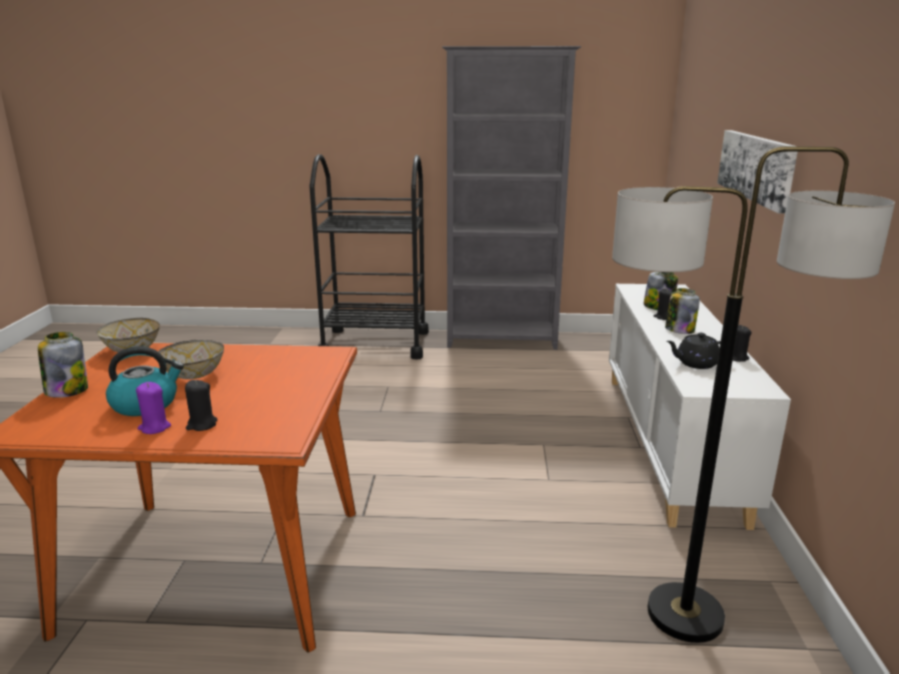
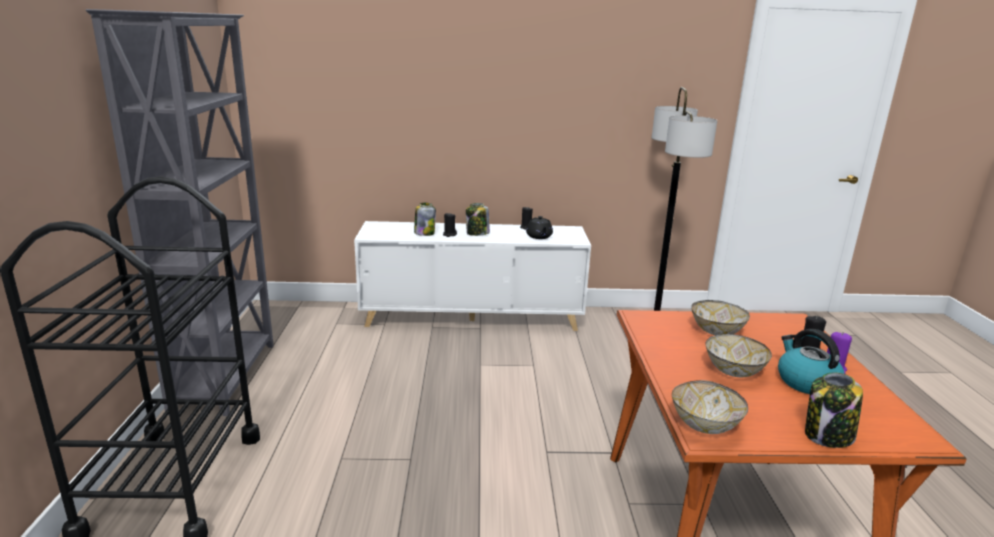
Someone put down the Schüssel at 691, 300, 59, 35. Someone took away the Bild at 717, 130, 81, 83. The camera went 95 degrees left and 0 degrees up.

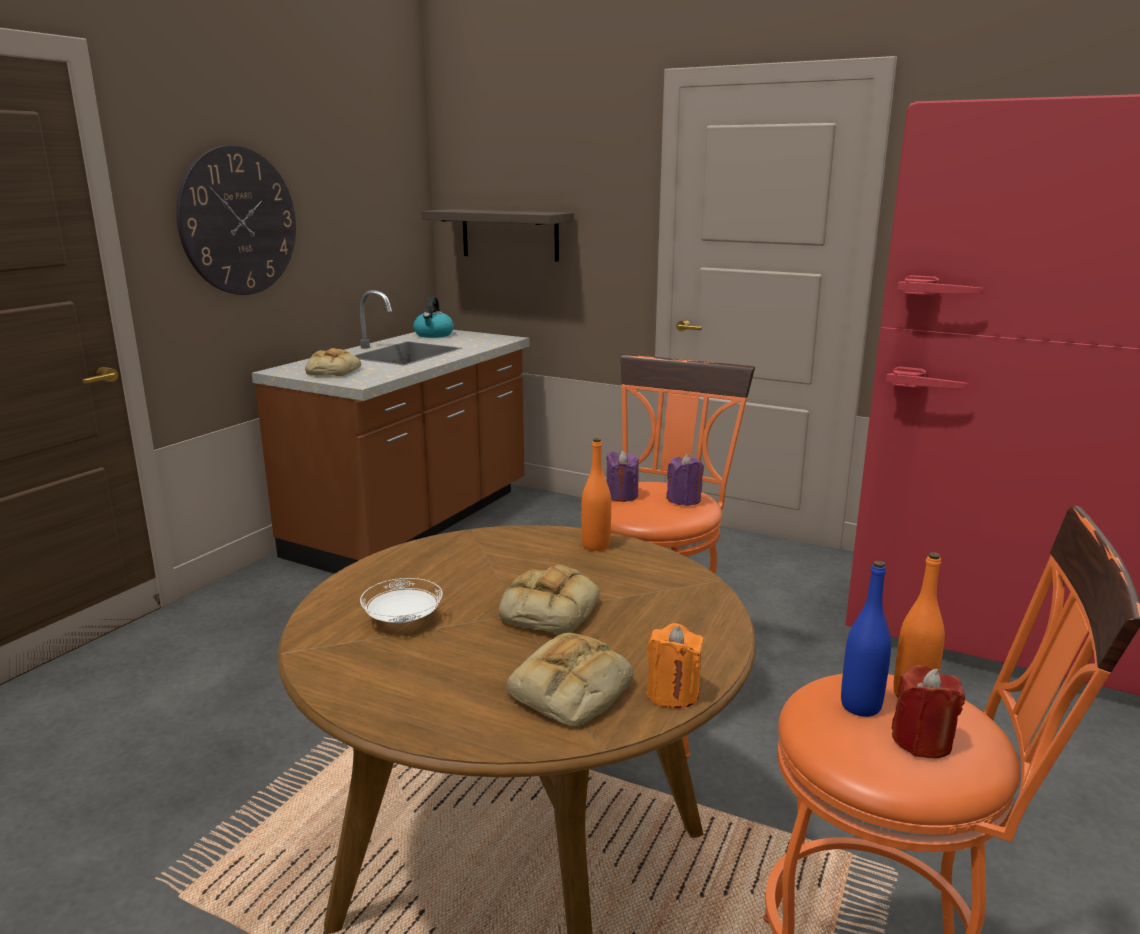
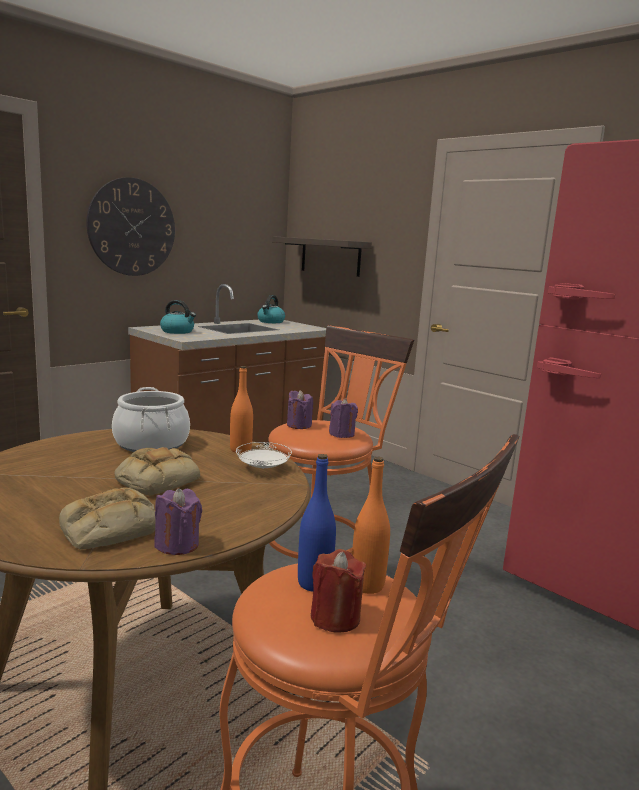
Someone put down the Kochtopf at 112, 387, 78, 65. Someone repainted the Kerze/orange at 647, 623, 57, 85, which became the Kerze/lila at 154, 488, 48, 67. Someone swapped the Brot at 305, 348, 56, 28 for the Wasserkessel at 160, 300, 36, 34. Someone carried the Teller/weiß from 360, 578, 83, 45 to 236, 442, 56, 27. The camera went 15 degrees right and 5 degrees down.

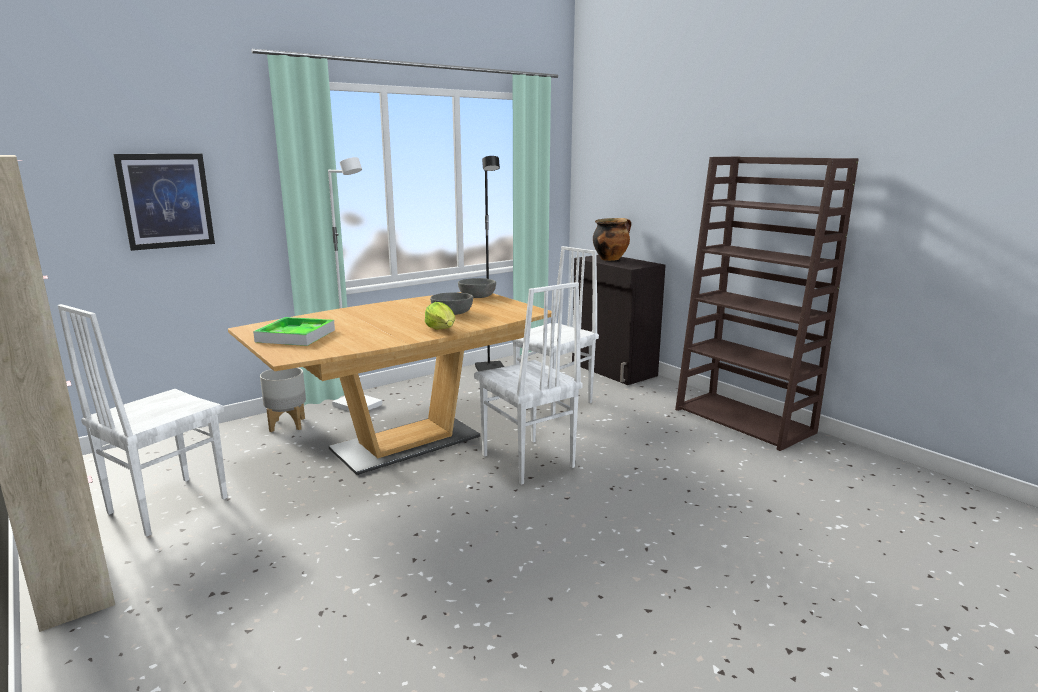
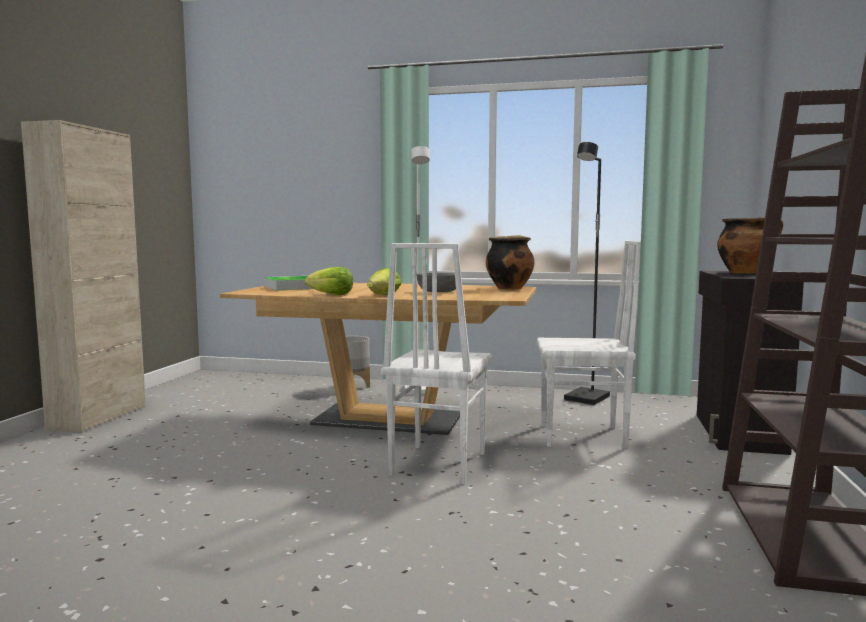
Someone put down the Salatkopf at 305, 267, 48, 28. Someone swapped the Schüssel/grau at 458, 278, 38, 20 for the Kochtopf at 486, 235, 48, 55. Someone took away the Stuhl/weiß at 58, 304, 170, 232. Someone took away the Bild at 113, 154, 102, 97. The camera went 50 degrees right and 10 degrees down.

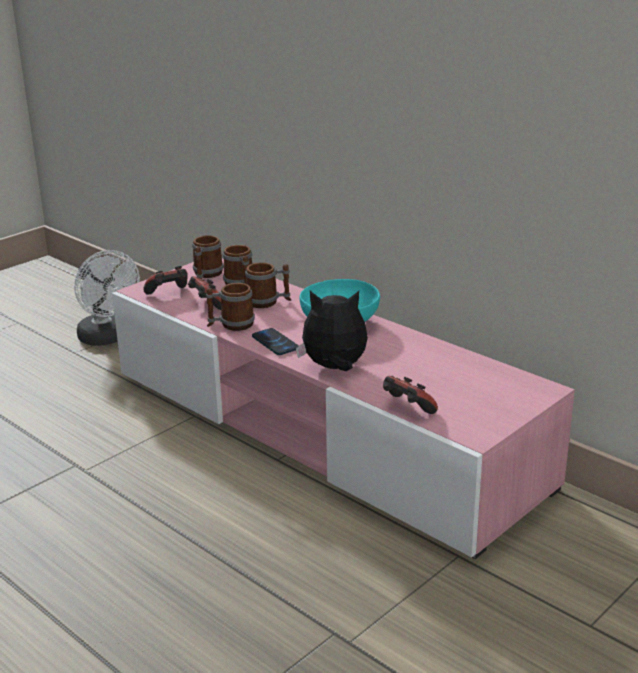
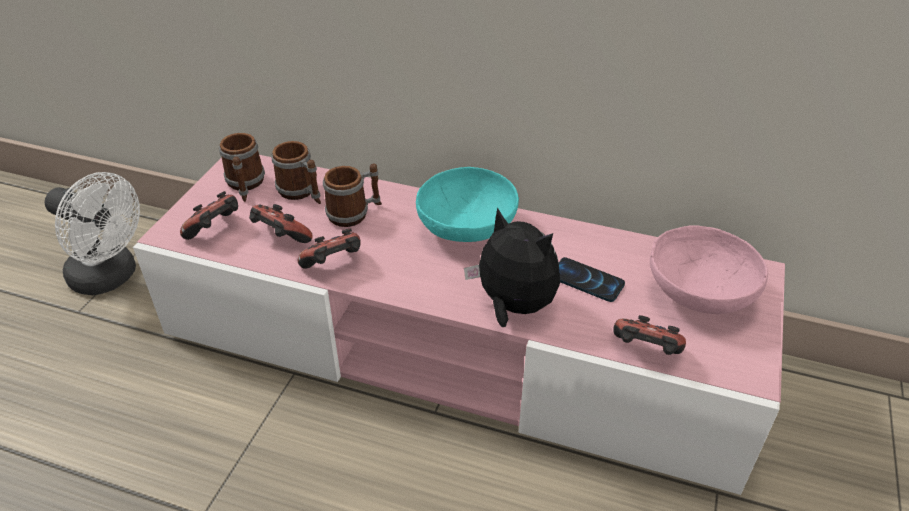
Someone swapped the Henkelbecher at 206, 283, 49, 48 for the Gamepad at 298, 228, 63, 41. Someone rotated the Plüschtier at 296, 291, 72, 80 by 60 degrees clockwise. Someone carried the Handy from 252, 328, 47, 27 to 559, 257, 66, 45. Someone put down the Schüssel/rosa at 650, 225, 118, 89. The camera went 25 degrees left and 15 degrees up.

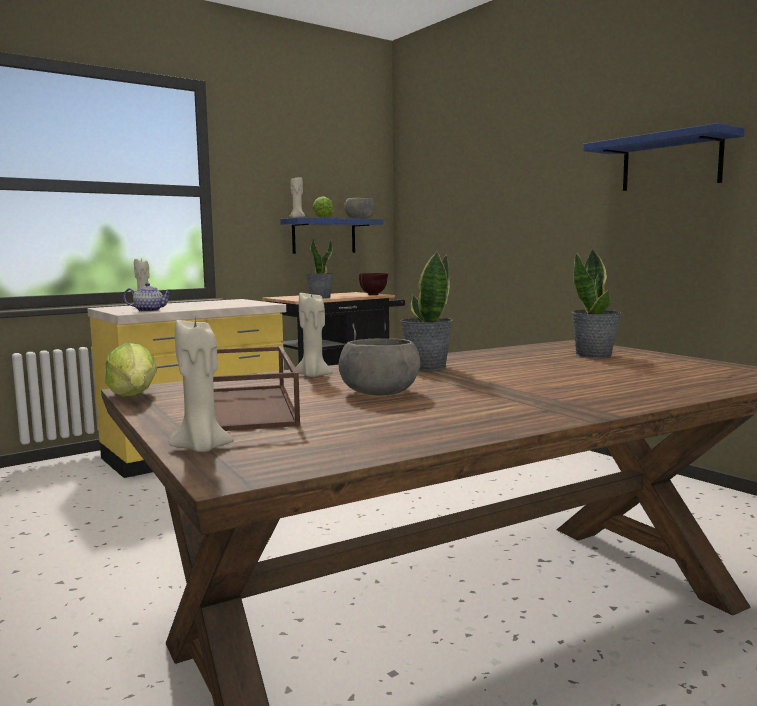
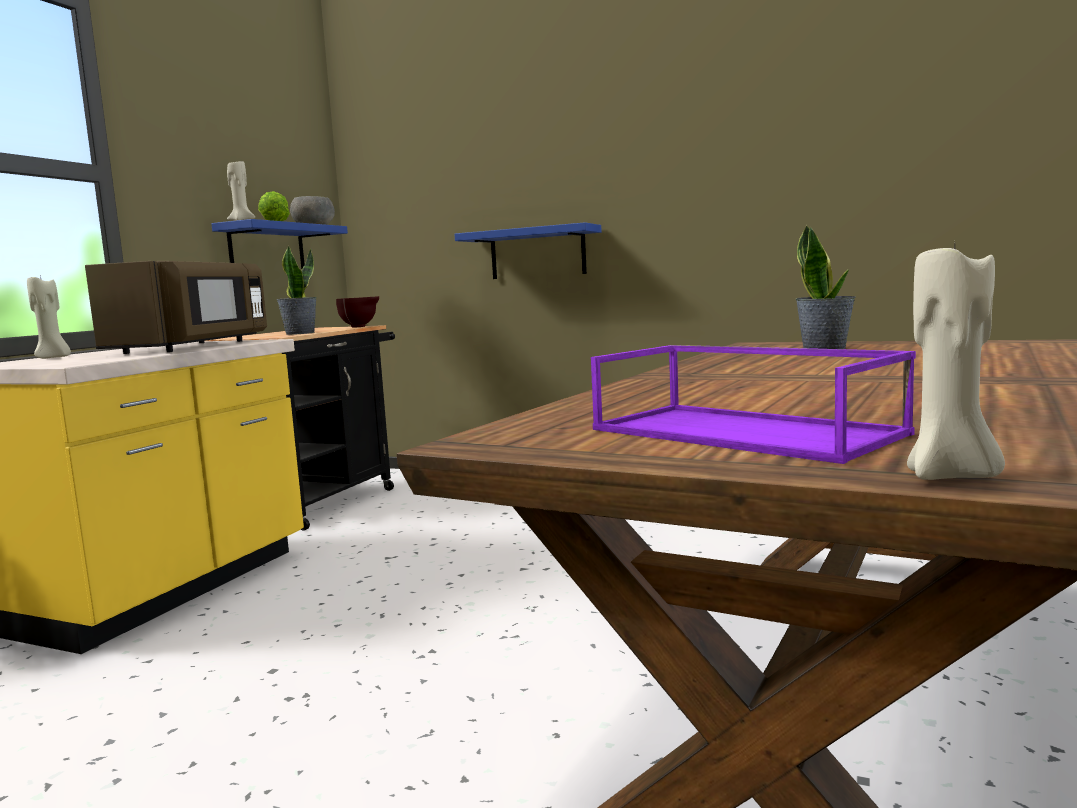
Someone put down the Mikrowelle/braun at 85, 261, 182, 93. Someone carried the Wandregal/blau from 583, 123, 162, 68 to 455, 222, 147, 57. Someone repainted the Tablett/braun at 213, 346, 87, 85, which became the Tablett/lila at 591, 345, 325, 119. Someone took away the Salatkopf at 105, 343, 52, 54. Someone took away the Teekanne at 123, 283, 49, 29. Someone took away the Kerze/beige at 296, 290, 37, 87. Someone took away the Schüssel/grau at 339, 338, 81, 57. Someone took away the Topfpflanze at 400, 251, 54, 119. The camera went 30 degrees left and 0 degrees up.

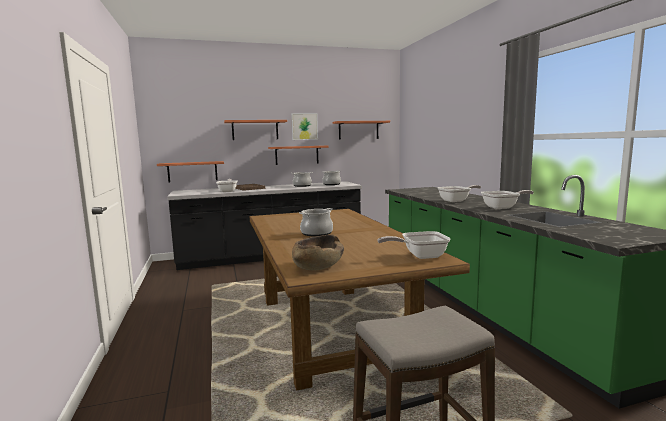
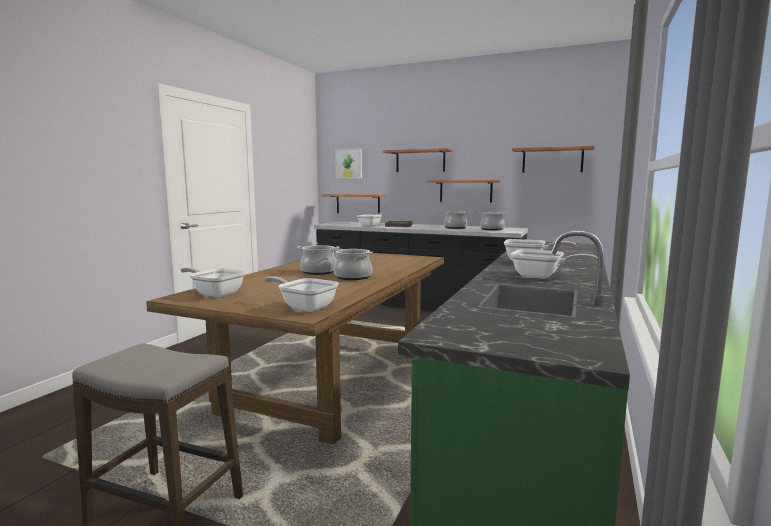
Someone swapped the Schüssel/braun at 292, 234, 52, 36 for the Pfanne at 180, 267, 66, 30. Someone put down the Kochtopf at 334, 248, 39, 32. Someone carried the Bild from 291, 113, 27, 27 to 335, 149, 27, 29. The camera went 40 degrees right and 0 degrees up.

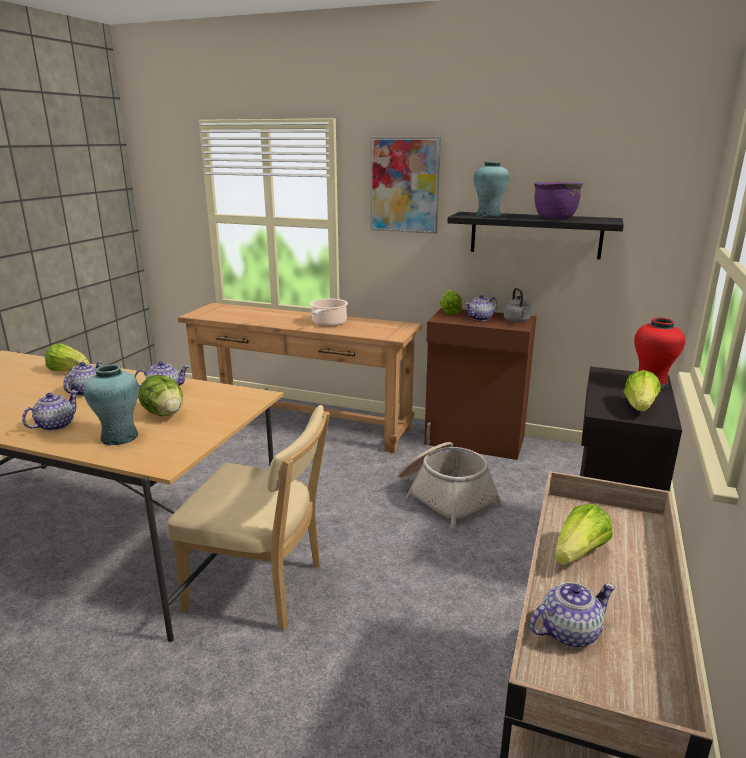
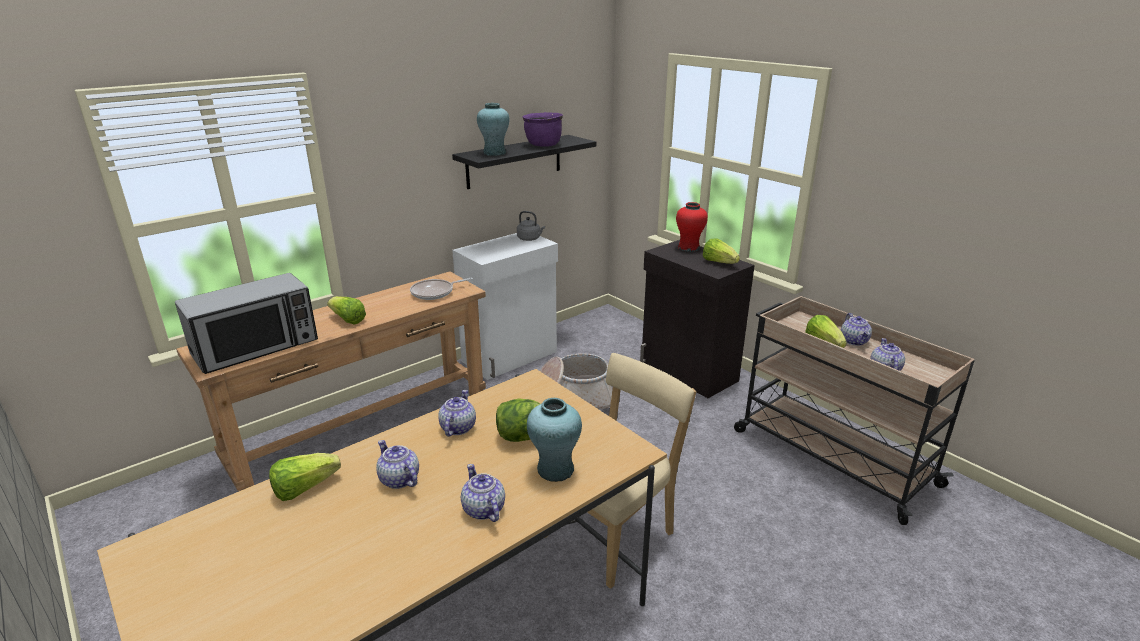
Someone put down the Mikrowelle at 175, 273, 143, 101. Someone carried the Salatkopf from 440, 290, 22, 25 to 327, 296, 39, 29. Someone put down the Pfanne at 410, 278, 63, 22. Someone repainted the Schrank/braun at 424, 307, 113, 153, which became the Schrank/weiß at 452, 233, 106, 147. Someone carried the Teekanne from 466, 295, 31, 26 to 841, 313, 31, 33. Someone took away the Kochtopf at 310, 299, 38, 28. Someone took away the Bild at 370, 137, 71, 97. The camera went 60 degrees left and 5 degrees up.

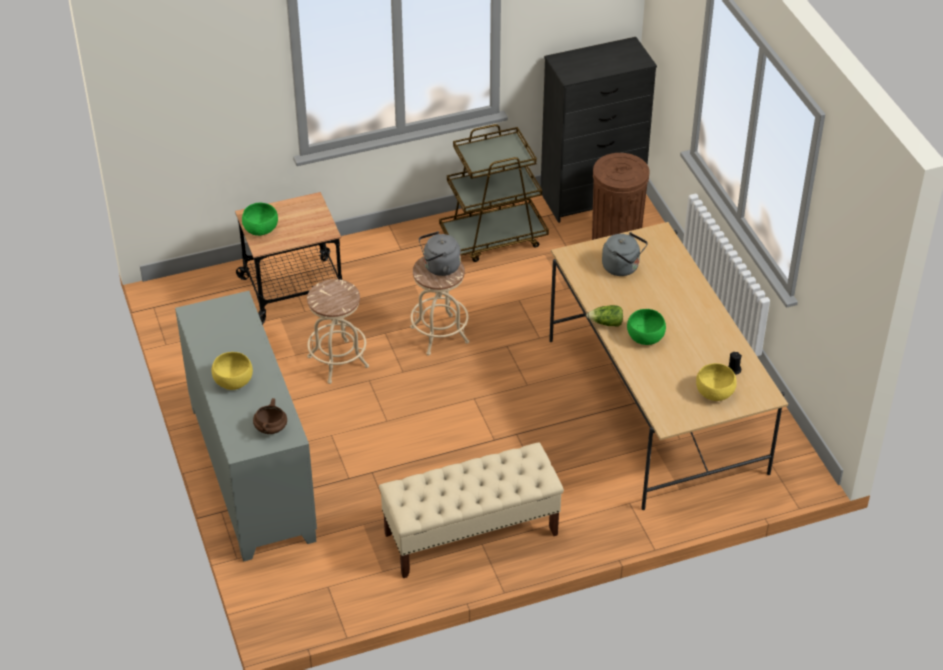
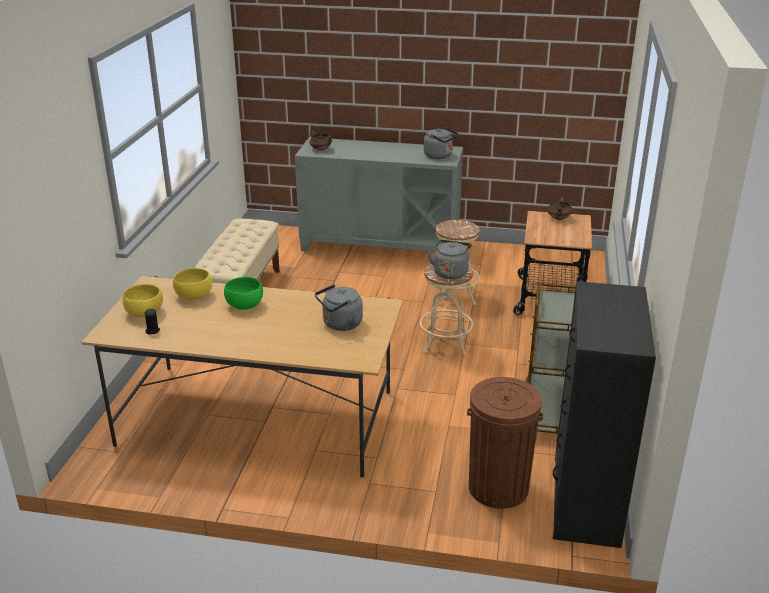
Someone carried the Schüssel/gelb from 212, 352, 41, 38 to 173, 268, 39, 32. Someone put down the Wasserkessel/grau at 424, 127, 35, 32. Someone swapped the Schüssel/grün at 242, 203, 36, 33 for the Kochtopf/braun at 547, 197, 26, 23. Someone took away the Salatkopf at 586, 305, 37, 22. The camera went 120 degrees right and 15 degrees down.

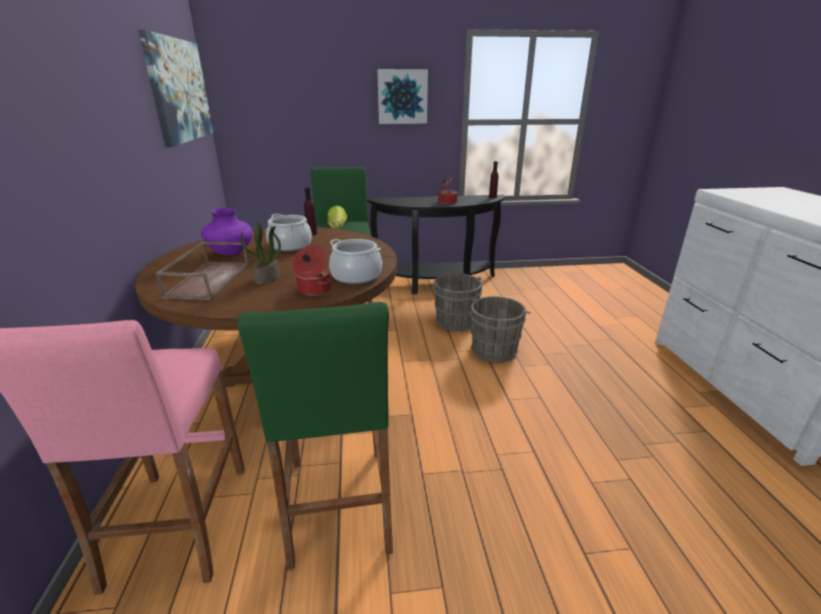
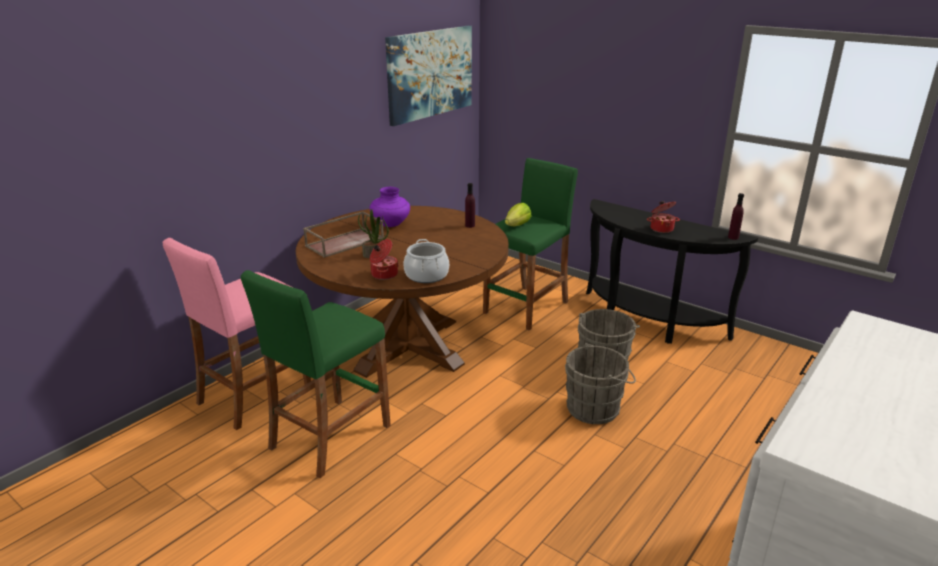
Someone took away the Kochtopf at 266, 214, 46, 38. Someone took away the Bild at 377, 69, 51, 55. The camera went 45 degrees right and 0 degrees up.

